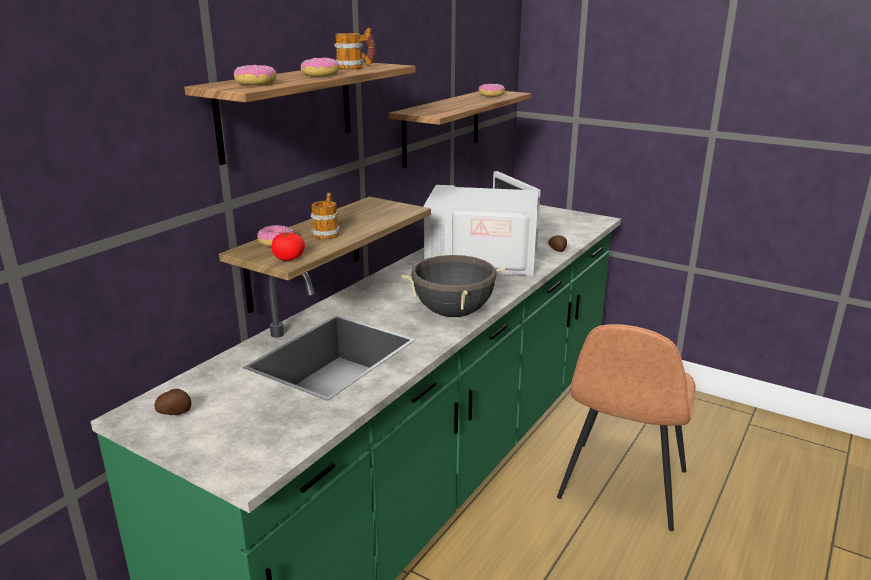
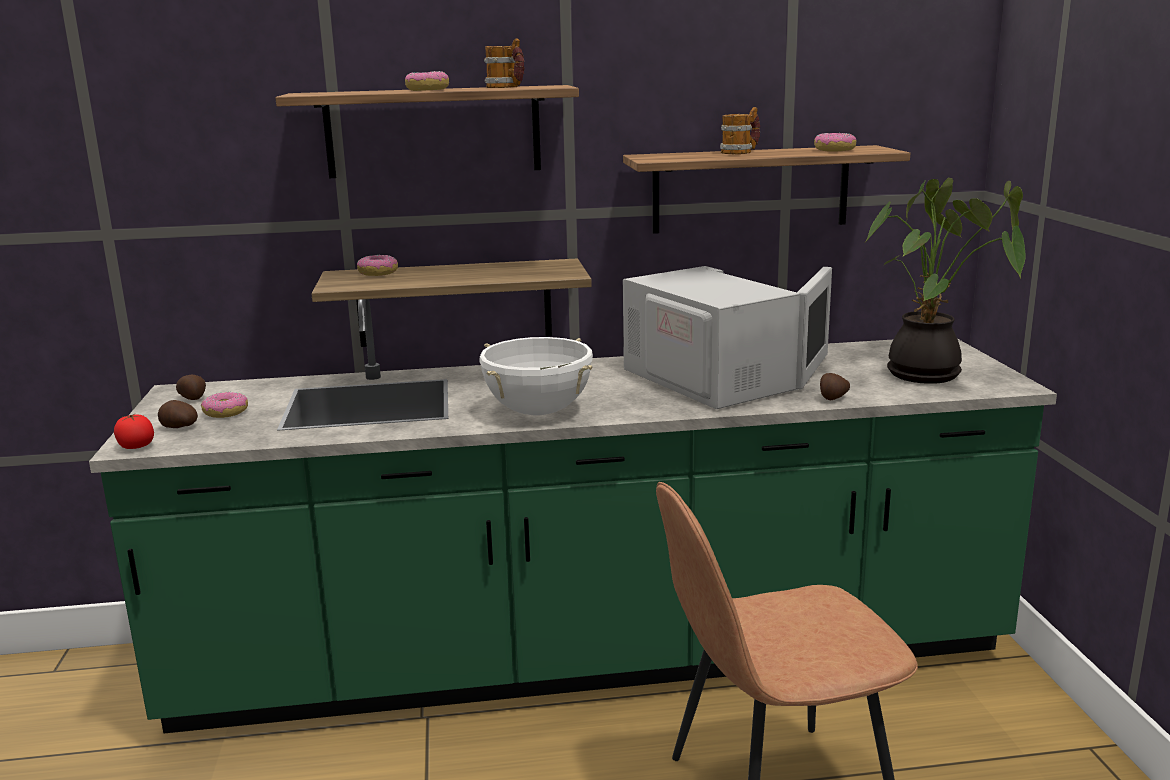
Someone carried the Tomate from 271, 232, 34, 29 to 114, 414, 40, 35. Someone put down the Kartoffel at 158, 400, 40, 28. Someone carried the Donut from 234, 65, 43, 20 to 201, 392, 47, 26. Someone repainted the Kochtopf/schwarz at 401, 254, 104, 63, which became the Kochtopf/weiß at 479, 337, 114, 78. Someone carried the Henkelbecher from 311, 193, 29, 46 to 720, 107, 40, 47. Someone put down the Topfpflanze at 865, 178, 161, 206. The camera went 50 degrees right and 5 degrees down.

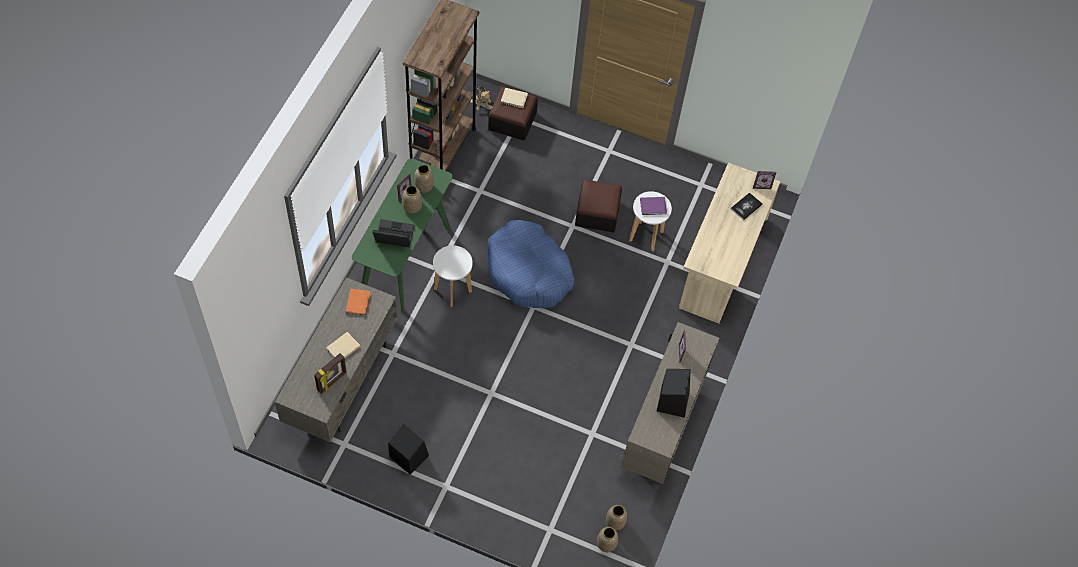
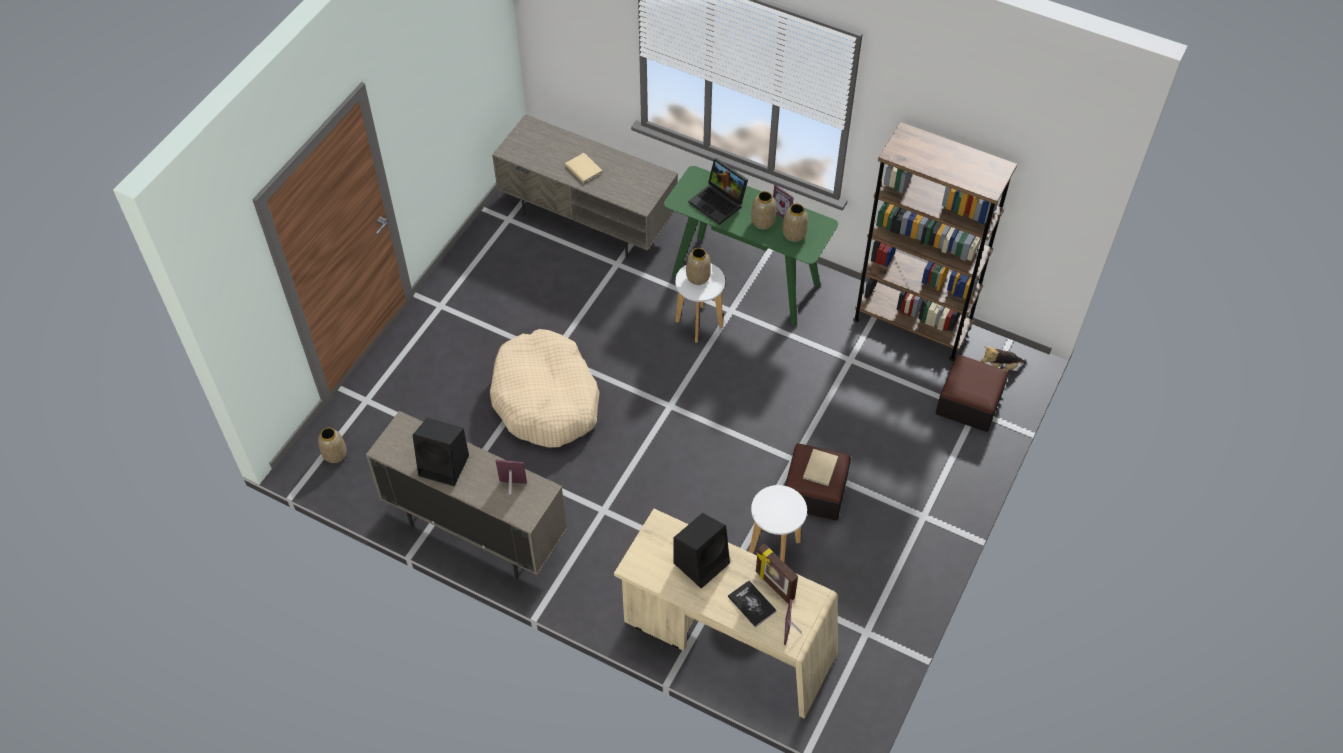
Someone put down the Hundebett/beige at 490, 329, 110, 119. Someone carried the Lautsprecher/schwarz from 388, 424, 41, 51 to 673, 513, 57, 75. Someone carried the Vase from 606, 505, 21, 25 to 686, 248, 25, 37. Someone rotated the Laptop at 372, 219, 43, 28 by 120 degrees clockwise. Someone carried the Bilderrahmen from 314, 353, 33, 41 to 756, 544, 42, 60. Someone carried the Buch/beige from 501, 88, 27, 20 to 803, 449, 35, 37. Someone took away the Buch/orange at 346, 289, 24, 27. Someone took away the Hundebett/blau at 487, 220, 88, 88. Someone took away the Buch/lila at 640, 197, 27, 18. The camera went 100 degrees right and 5 degrees down.

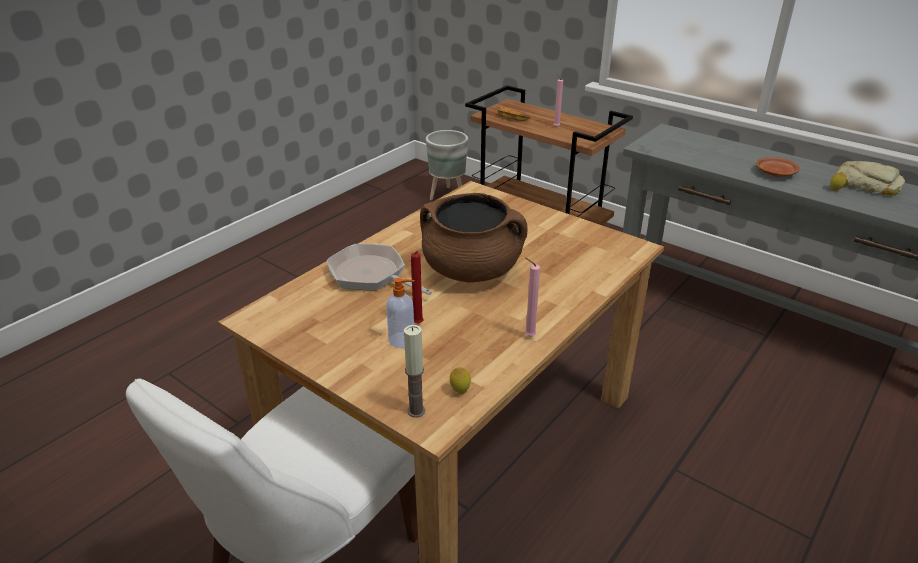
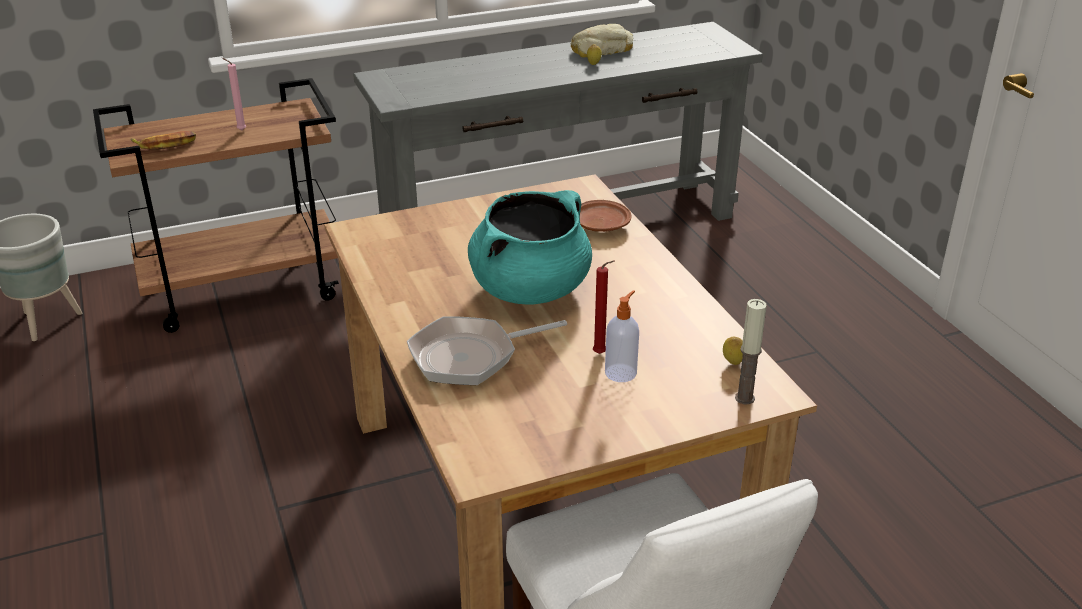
Someone repainted the Kochtopf/braun at 420, 193, 108, 89, which became the Kochtopf/türkis at 468, 190, 124, 115. Someone carried the Teller/braun from 757, 157, 43, 20 to 580, 200, 51, 32. Someone took away the Kerze/rosa at 525, 258, 15, 79. The camera went 60 degrees left and 0 degrees up.

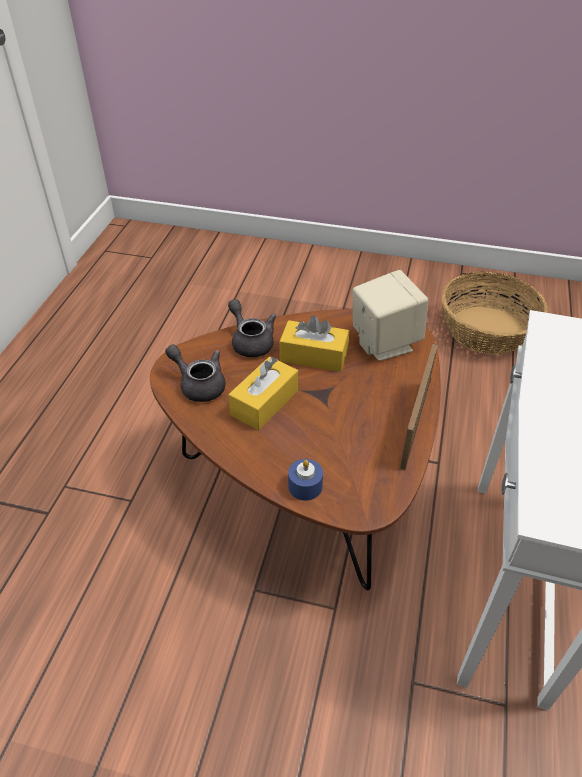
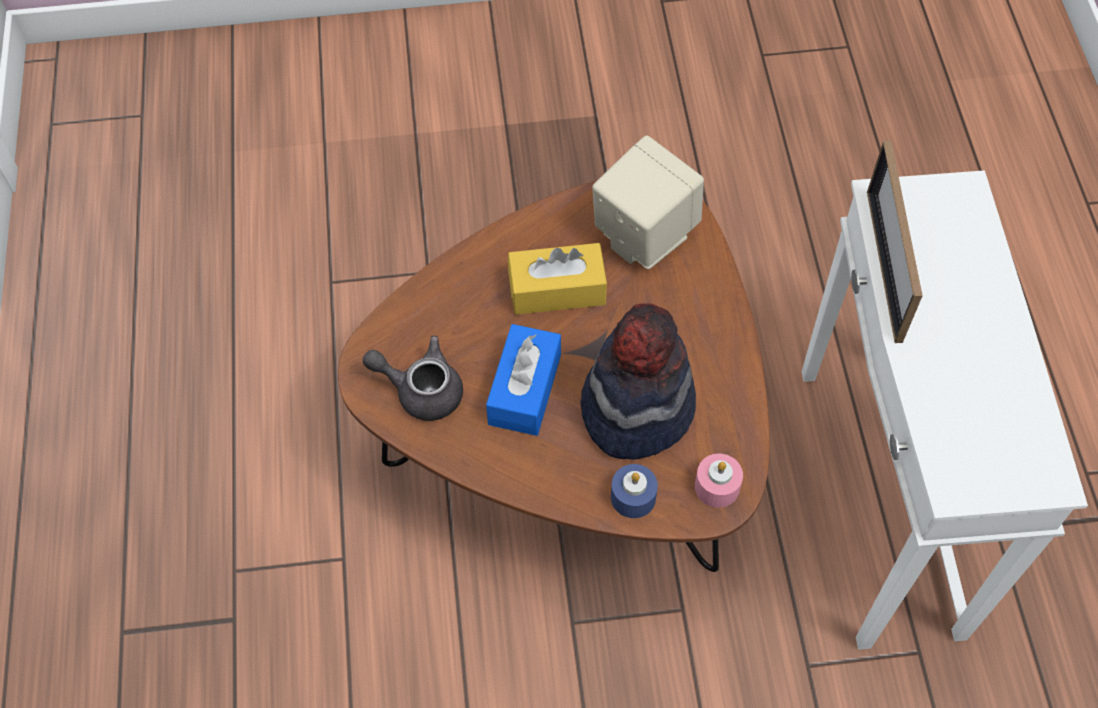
Someone repainted the Taschentuchbox/gelb at 228, 356, 70, 74, which became the Taschentuchbox/blau at 486, 324, 75, 112. Someone put down the Hut at 580, 303, 116, 157. Someone put down the Kerze/rosa at 695, 454, 48, 54. Someone carried the Bilderrahmen from 400, 344, 38, 126 to 867, 140, 56, 203. Someone took away the Teekanne/grau at 228, 299, 48, 58. Someone took away the Korb at 441, 272, 107, 83. The camera went 20 degrees left and 15 degrees up.

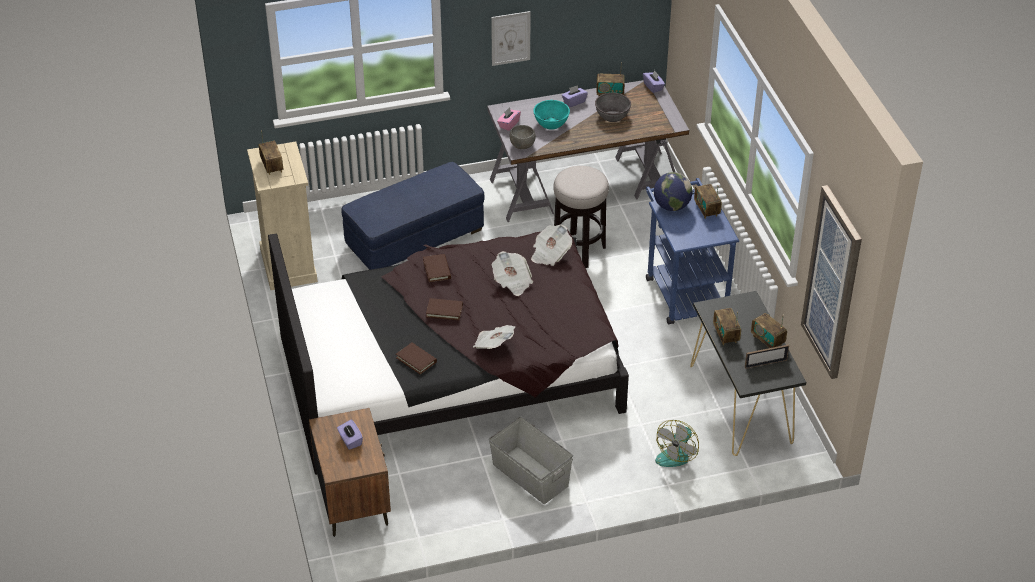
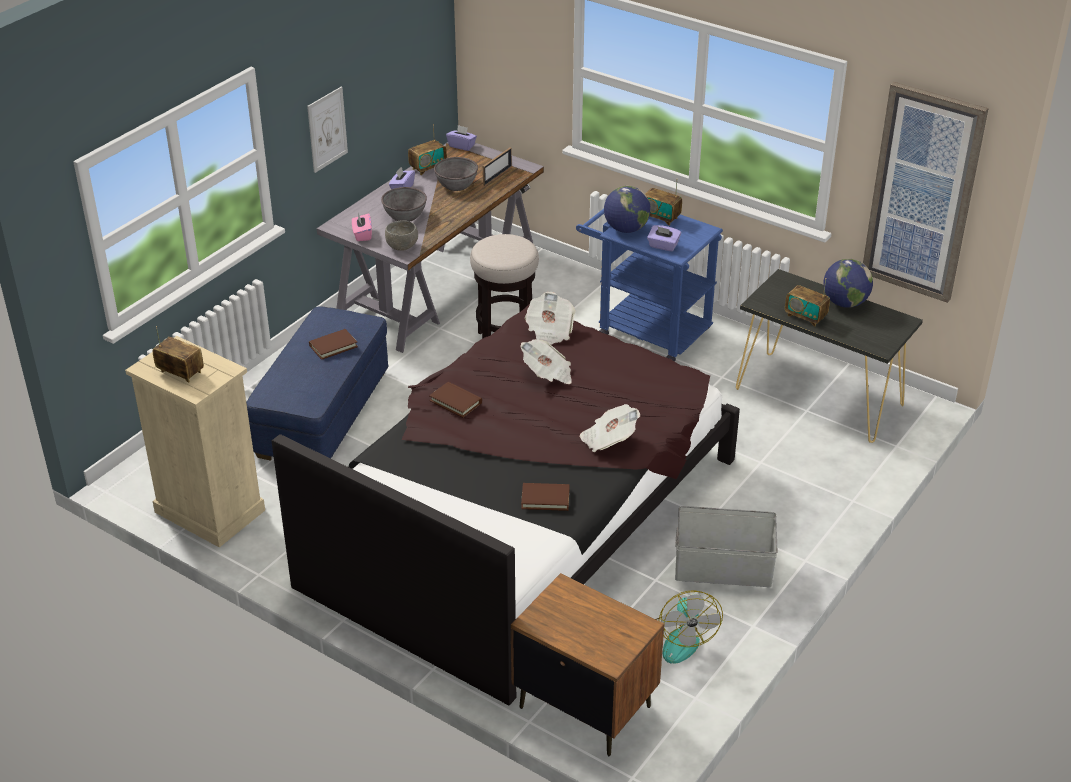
Someone carried the Buch/braun from 426, 298, 37, 22 to 309, 329, 49, 31. Someone repainted the Schüssel/türkis at 533, 100, 37, 30, which became the Schüssel/grau at 381, 187, 46, 34. Someone carried the Bilderrahmen from 745, 345, 44, 24 to 483, 147, 29, 39. Someone carried the Taschentuchbox/lila from 337, 420, 26, 30 to 647, 225, 34, 26. Someone carried the Ventilator from 655, 420, 44, 47 to 656, 590, 67, 73. Someone swapped the Radio at 751, 313, 36, 35 for the Globus at 823, 259, 50, 49. The camera went 40 degrees left and 5 degrees down.

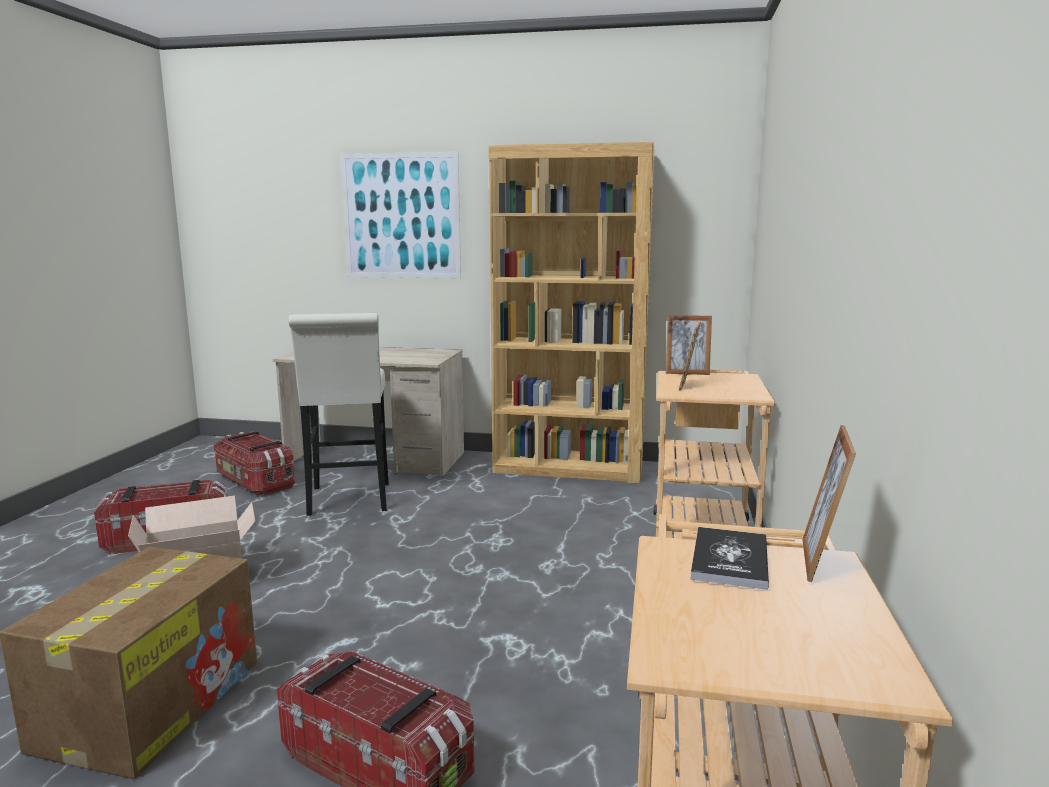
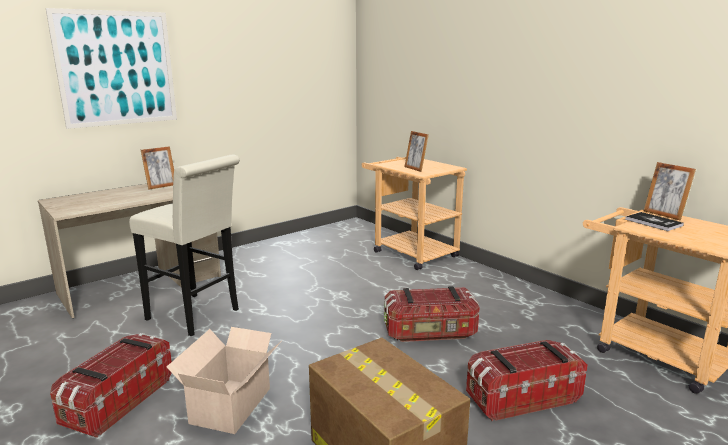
Someone carried the Bilderrahmen from 666, 315, 46, 60 to 141, 146, 33, 44. Someone carried the Aufbewahrungsbox from 213, 431, 82, 64 to 384, 286, 96, 56. Someone took away the Bücherregal/braun at 488, 142, 167, 341. The camera went 50 degrees left and 5 degrees up.

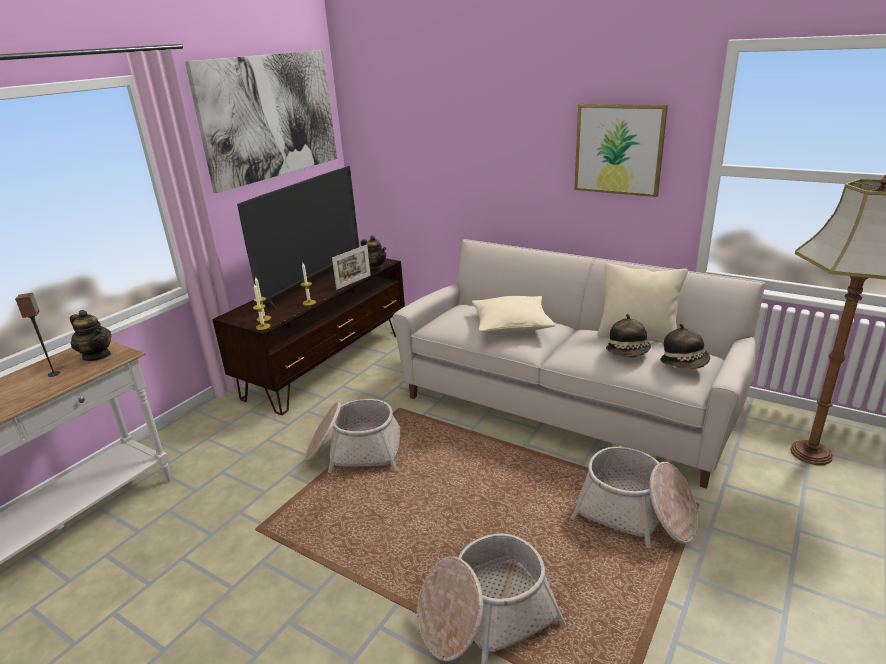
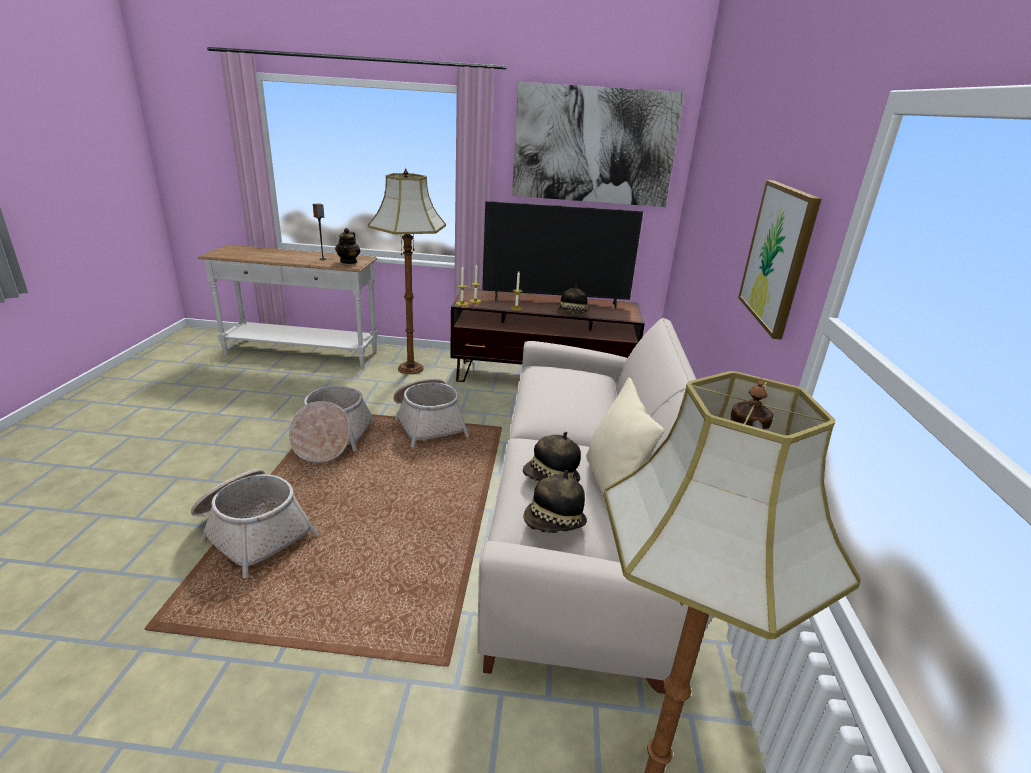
Someone carried the Korb from 571, 447, 128, 101 to 289, 386, 86, 77. Someone put down the Stehlampe at 368, 168, 78, 206. Someone swapped the Bilderrahmen at 332, 245, 39, 45 for the Hut at 557, 284, 32, 30. Someone took away the Teekanne at 361, 236, 25, 34. Someone took away the Kissen/beige at 472, 296, 83, 37. The camera went 60 degrees right and 0 degrees up.

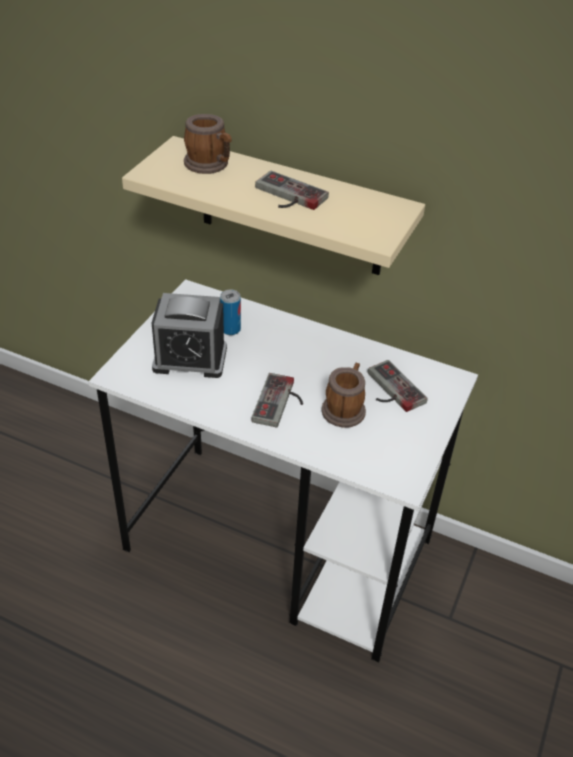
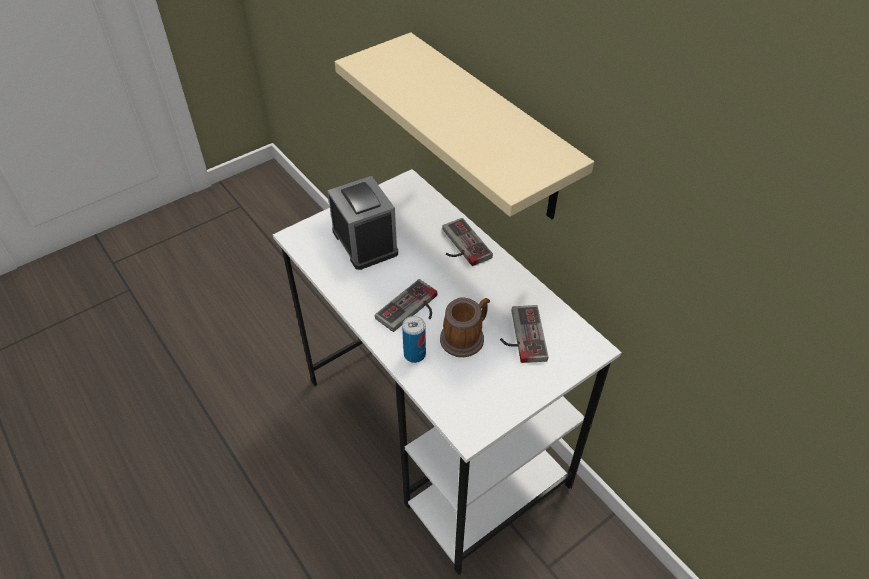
Someone rotated the Wecker at 152, 293, 75, 85 by 150 degrees counterclockwise. Someone carried the Dose from 220, 290, 21, 45 to 402, 316, 24, 47. Someone carried the Gamepad from 255, 171, 74, 39 to 442, 218, 51, 48. Someone took away the Henkelbecher at 184, 114, 48, 60. The camera went 30 degrees right and 5 degrees up.

